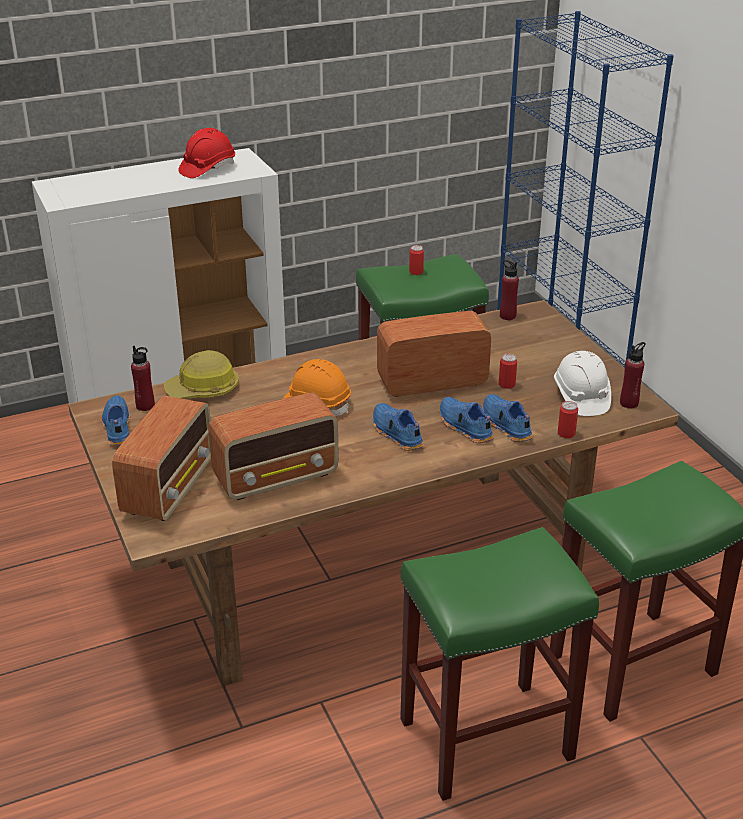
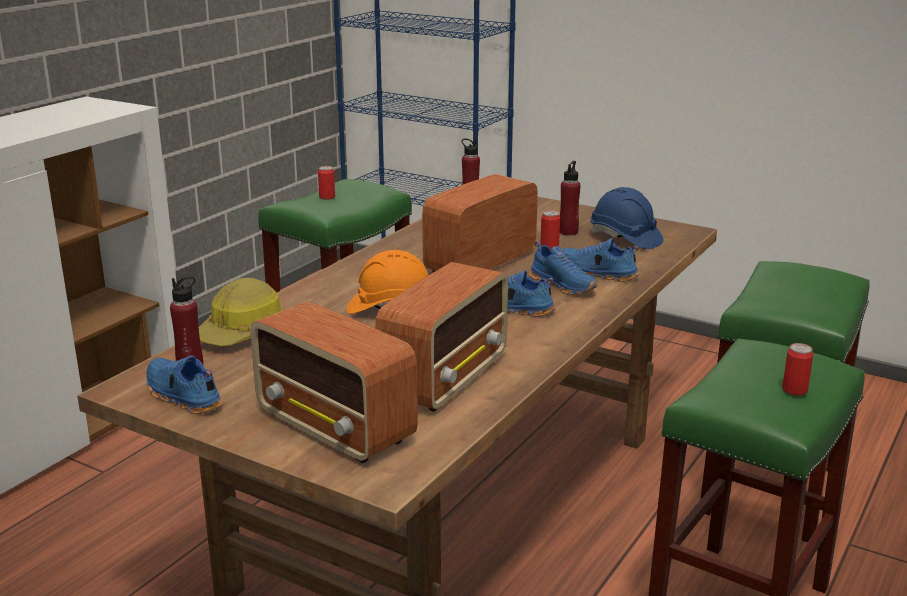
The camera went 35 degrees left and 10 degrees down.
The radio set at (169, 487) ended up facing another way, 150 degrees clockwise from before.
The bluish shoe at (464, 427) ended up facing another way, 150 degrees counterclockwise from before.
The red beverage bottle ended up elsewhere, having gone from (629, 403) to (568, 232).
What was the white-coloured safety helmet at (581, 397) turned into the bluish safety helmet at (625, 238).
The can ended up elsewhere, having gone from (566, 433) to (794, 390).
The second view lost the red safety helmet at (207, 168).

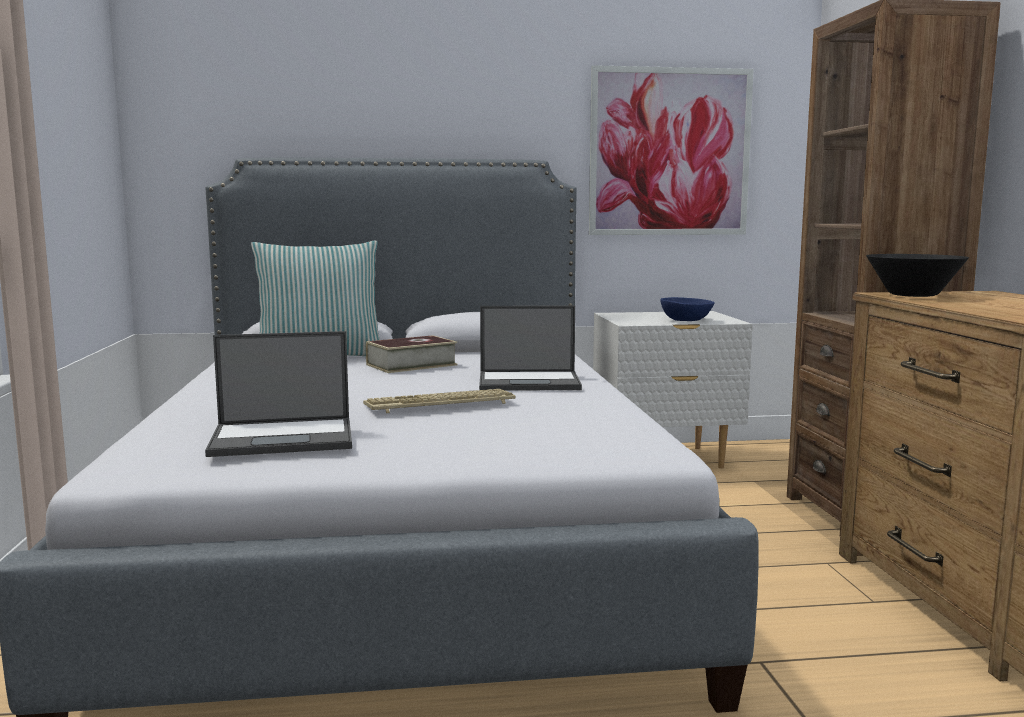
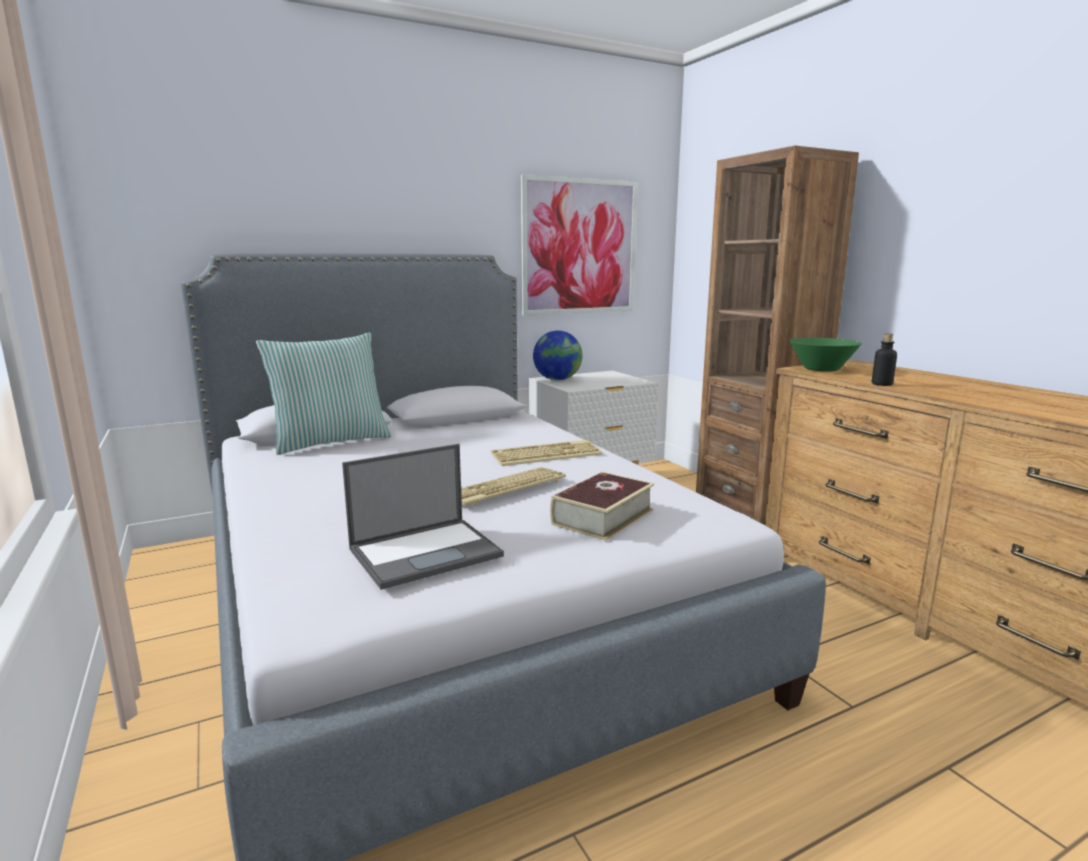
The camera went 20 degrees left and 5 degrees up.
Where the laptop stood at (530, 382), the computer keyboard came to stand at (546, 454).
The second view gained the globe at (557, 380).
The book ended up elsewhere, having gone from (411, 365) to (603, 517).
What was the blackish deep dish at (913, 295) turned into the green-coloured deep dish at (821, 369).
The second view gained the beverage bottle at (881, 384).
The second view lost the bluish deep dish at (686, 320).

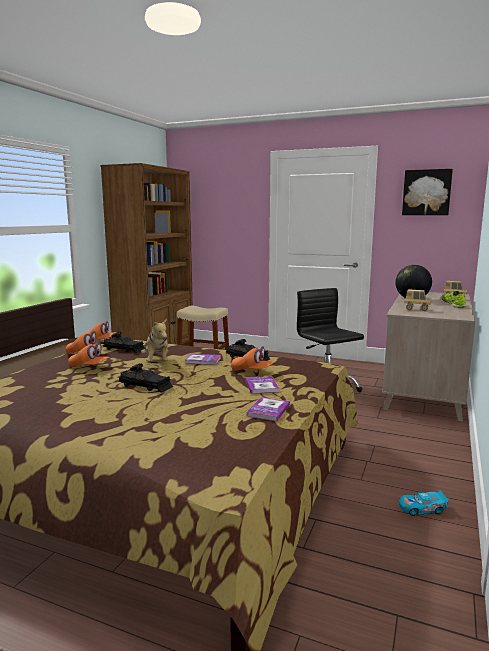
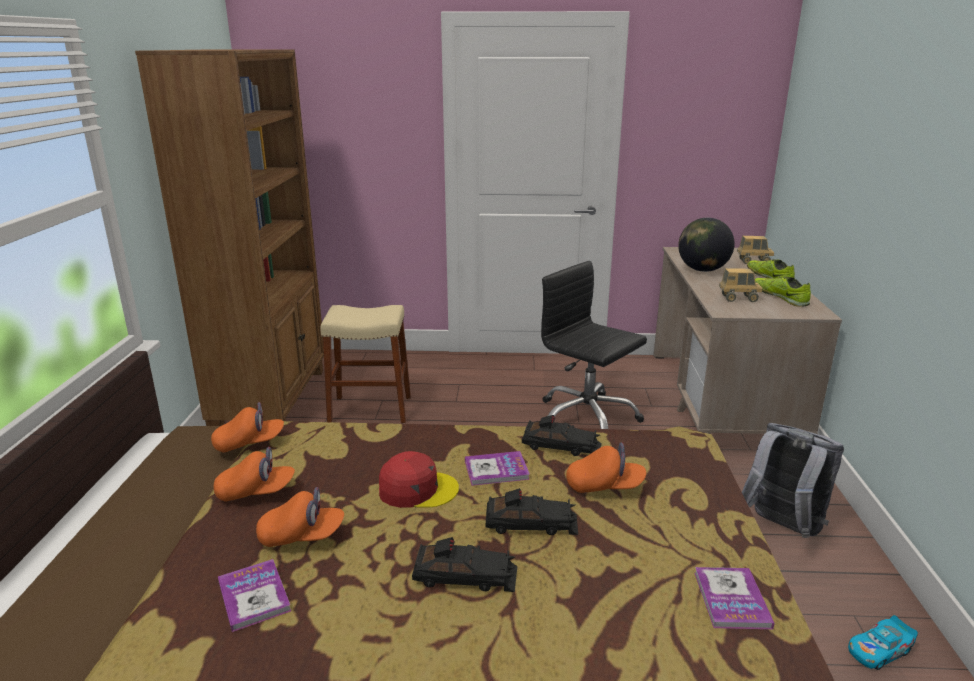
The camera went 20 degrees left and 10 degrees up.
The book ended up elsewhere, having gone from (261, 386) to (254, 596).
Where the cuddly toy stood at (157, 361), the red cap came to stand at (417, 489).
The blackish toy car ended up elsewhere, having gone from (124, 349) to (531, 524).
The second view gained the greyish knapsack at (781, 528).
The second view gained the shoe at (780, 297).
The second view lost the wall picture at (426, 192).

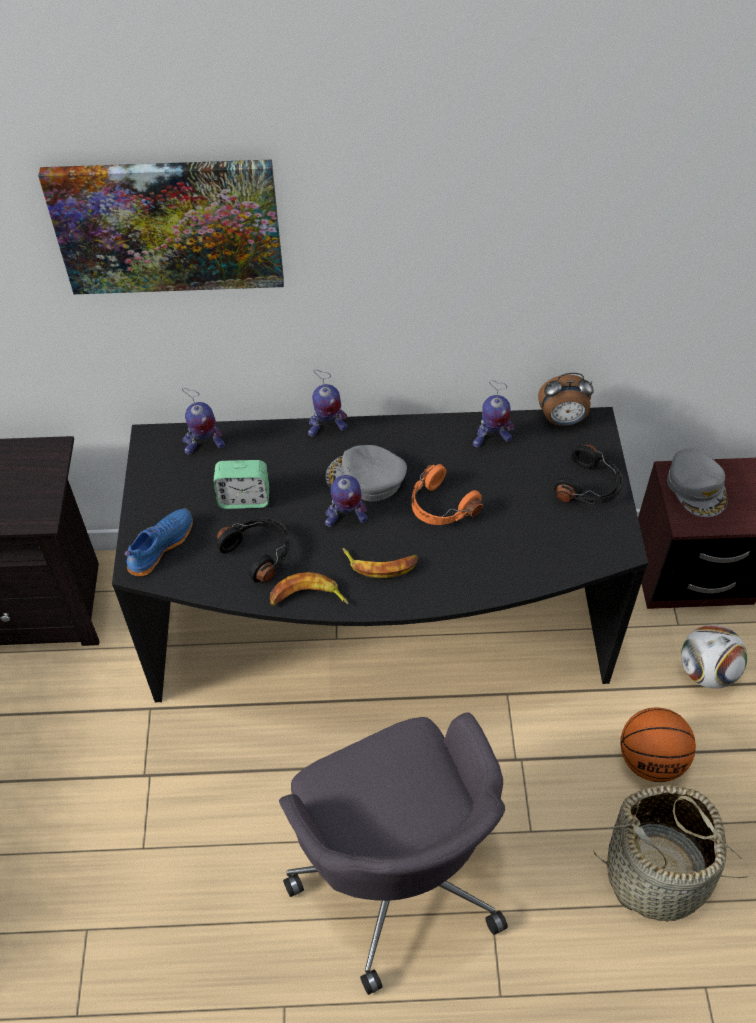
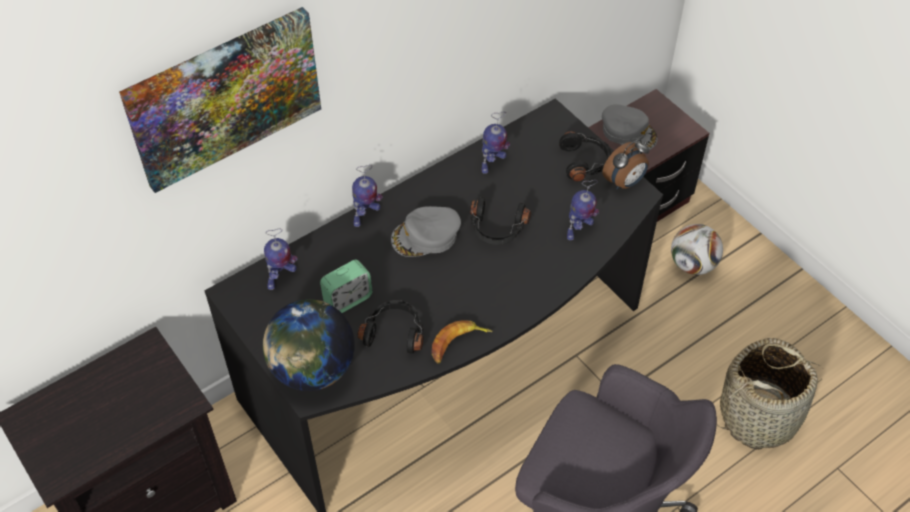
The camera went 35 degrees left and 0 degrees up.
Where the bluish shoe stood at (159, 546), the globe came to stand at (313, 369).
What was the orange headset at (440, 507) turned into the blackish headset at (497, 229).
The robot figure ended up elsewhere, having gone from (345, 519) to (578, 229).
The bedside clock ended up elsewhere, having gone from (562, 421) to (625, 182).
The second view lost the whole banana at (380, 564).
The second view lost the basketball at (650, 760).

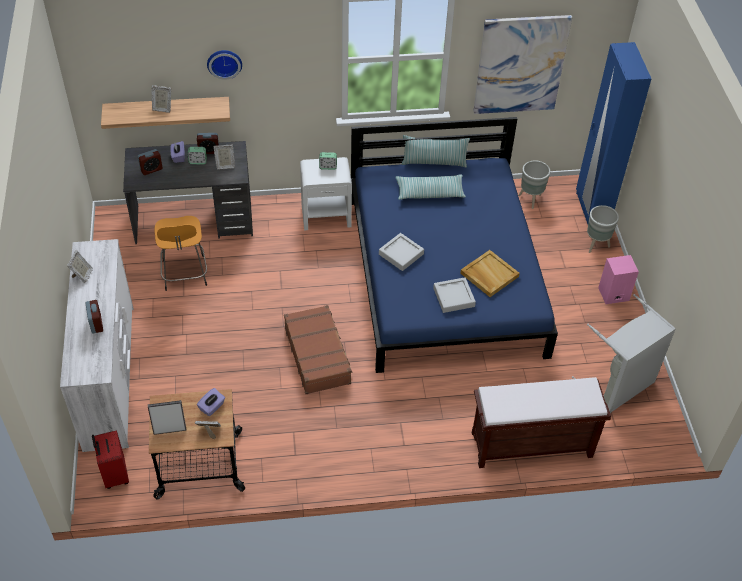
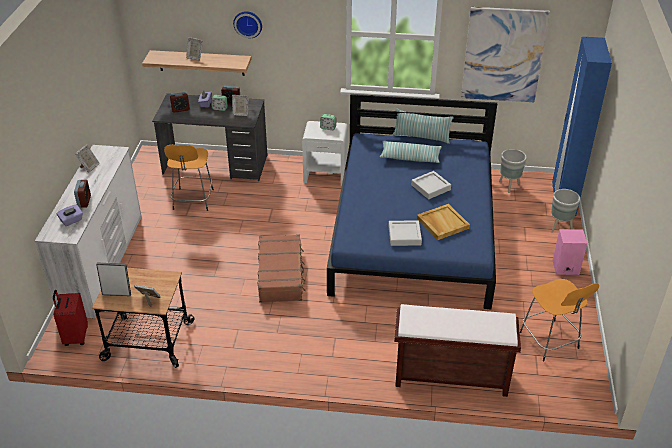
The camera went 15 degrees right and 10 degrees down.
The purple-coloured box of tissues ended up elsewhere, having gone from (212, 407) to (71, 221).
The greyish tray ended up elsewhere, having gone from (401, 254) to (430, 187).
Where the greyish hamper stood at (619, 386), the orange stool came to stand at (550, 342).

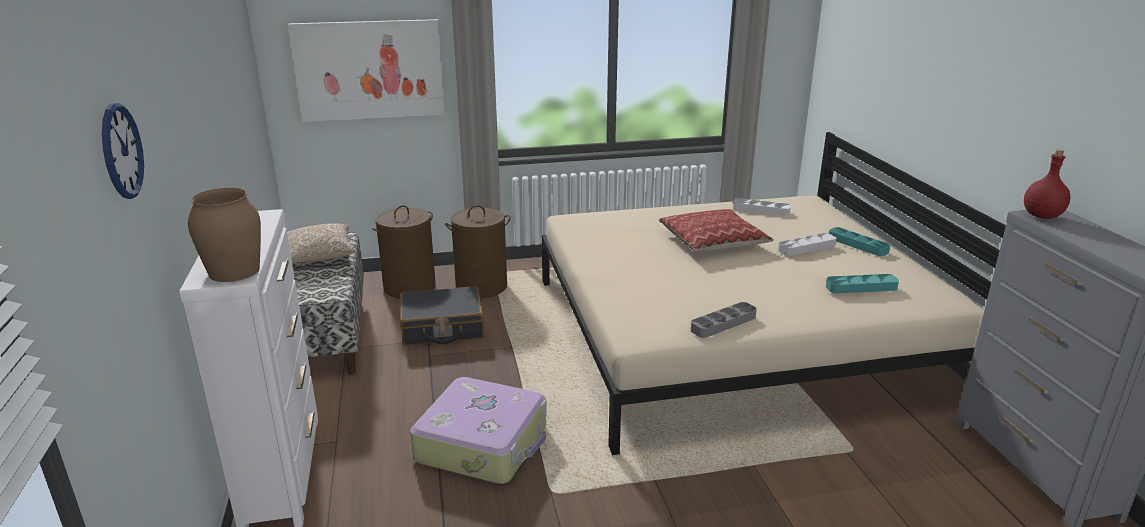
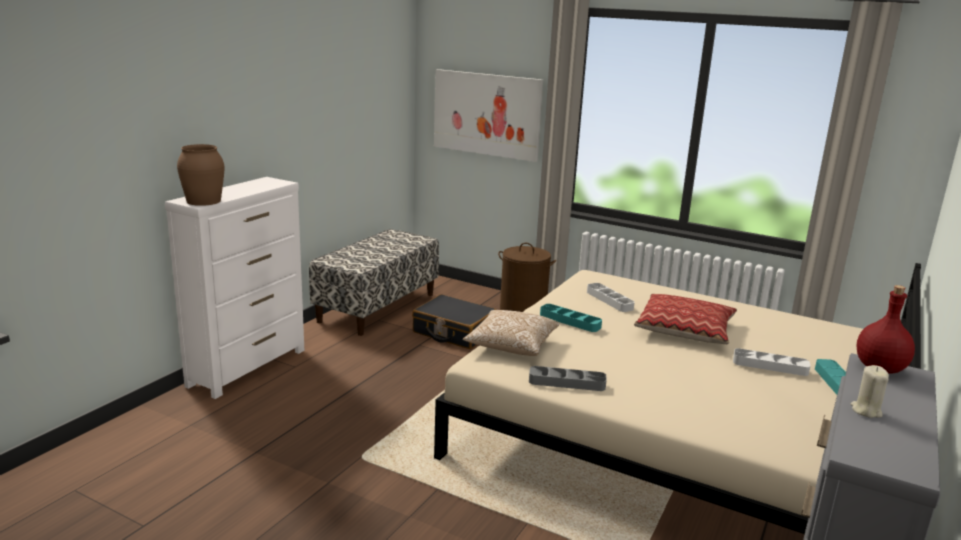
The camera went 40 degrees right and 5 degrees down.
The cushion ended up elsewhere, having gone from (318, 255) to (511, 345).
The blue-green tray ended up elsewhere, having gone from (861, 287) to (570, 321).
The greyish tray ended up elsewhere, having gone from (761, 210) to (609, 300).
The second view gained the beige wax candle at (866, 410).
The second view lost the clock on the wall at (121, 151).
The second view lost the brownish hamper at (410, 287).
The second view lost the travel case at (484, 443).

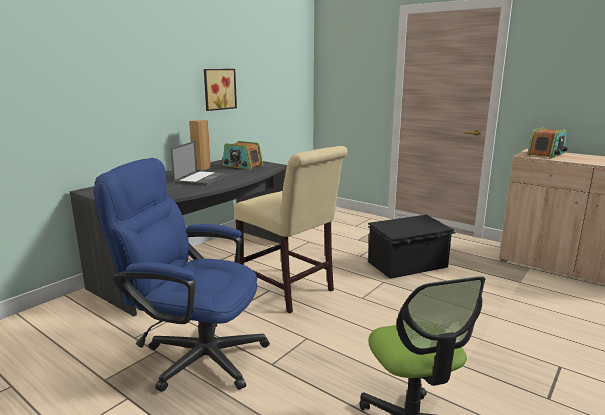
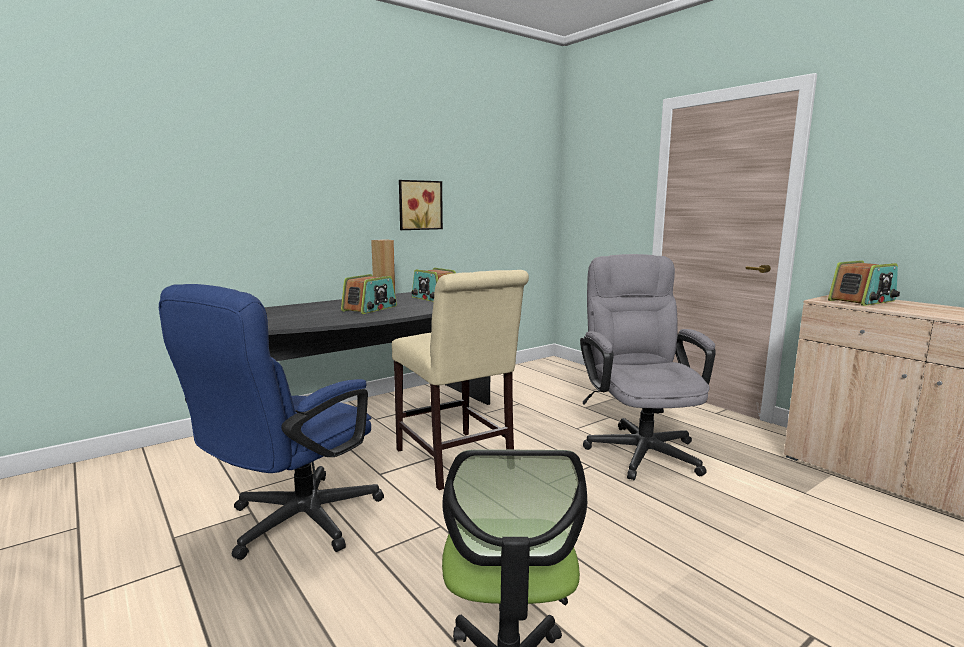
The camera went 15 degrees right and 5 degrees down.
The bluish computer chair at (195, 355) ended up facing another way, 90 degrees counterclockwise from before.
Where the laptop stood at (201, 178), the radio set came to stand at (370, 308).
Where the blackish storage bin stood at (408, 265), the greyish computer chair came to stand at (639, 447).

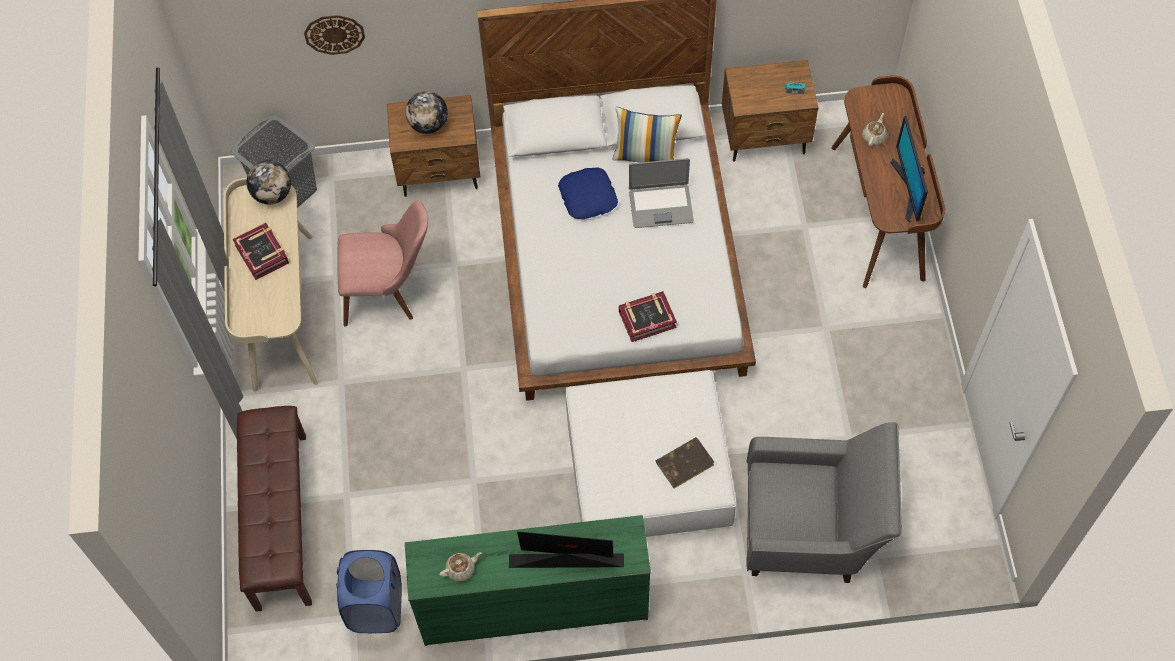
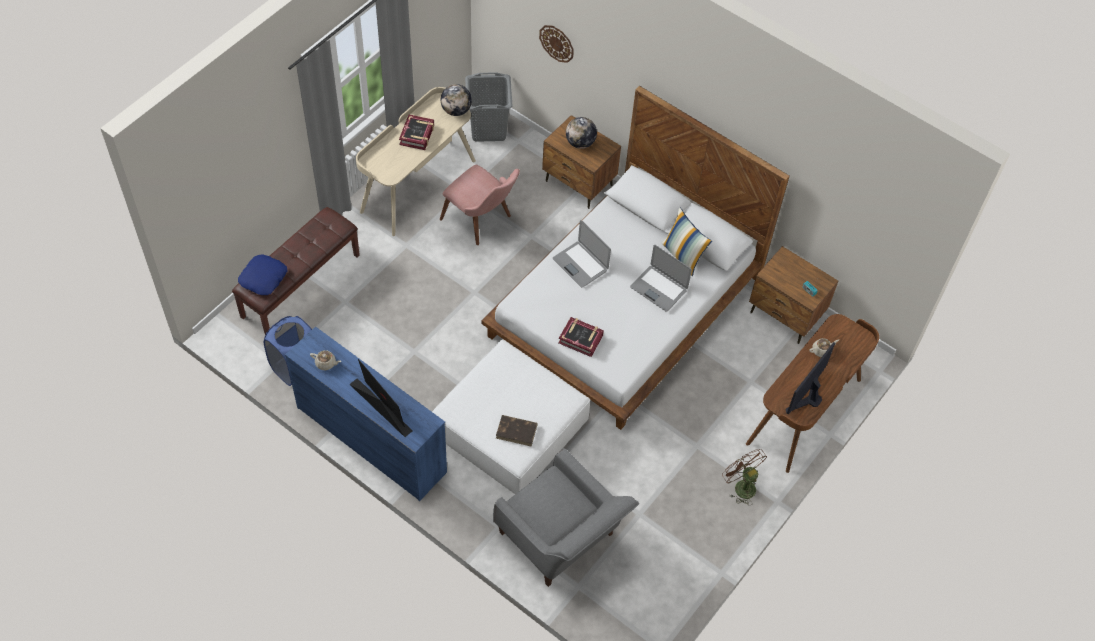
The camera went 40 degrees right and 5 degrees down.
The bluish cushion ended up elsewhere, having gone from (588, 197) to (263, 278).
What was the green-coloured chest of drawers at (533, 605) turned into the bluish chest of drawers at (371, 439).
The second view gained the laptop at (580, 264).
The second view gained the brownish cooling fan at (741, 486).

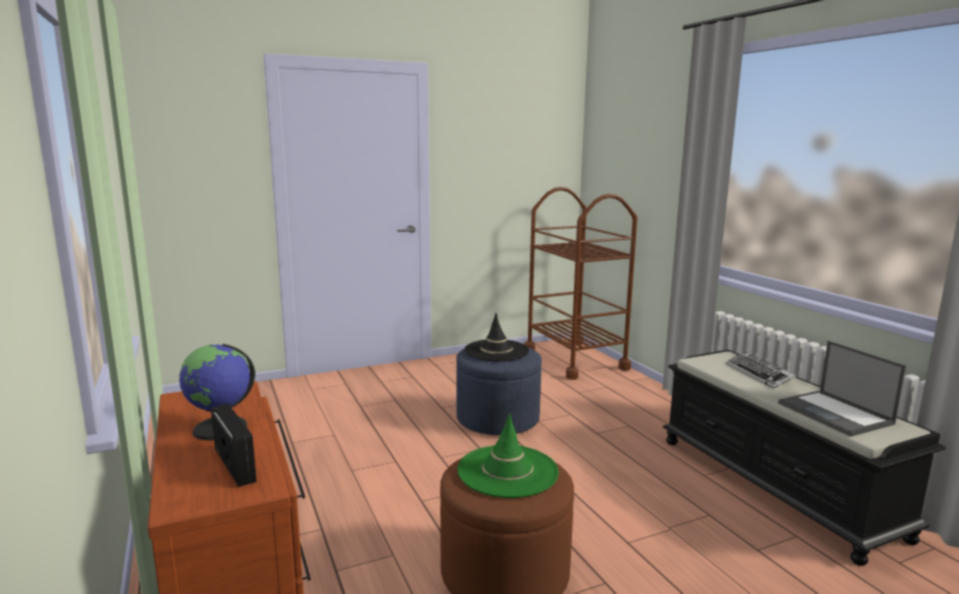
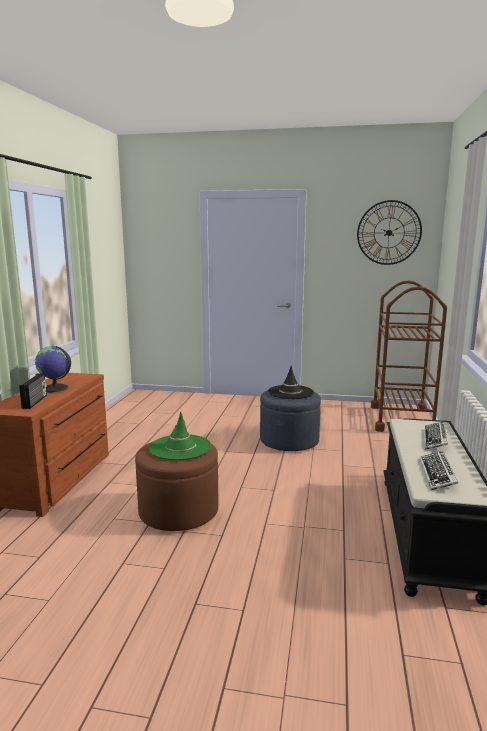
The camera went 35 degrees right and 0 degrees up.
The second view gained the clock on the wall at (389, 233).
Where the laptop stood at (836, 414), the computer keyboard came to stand at (437, 474).

